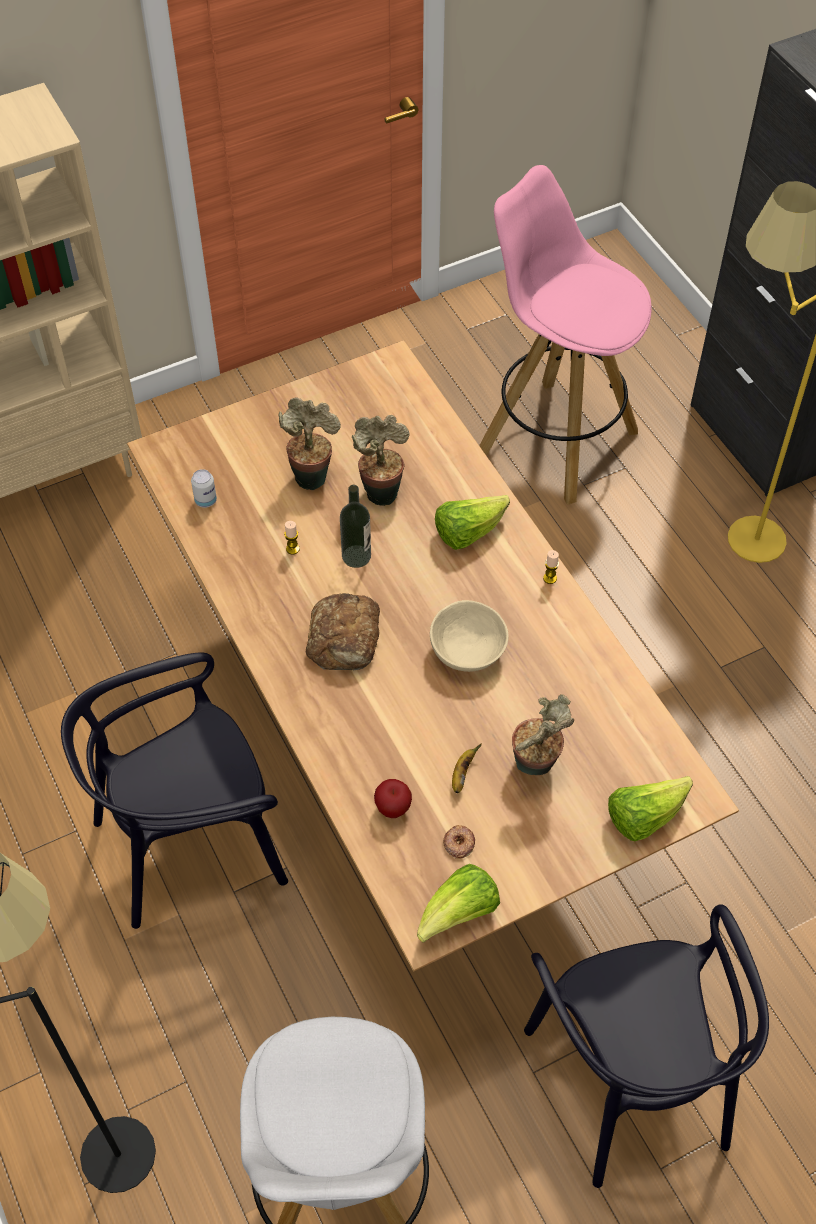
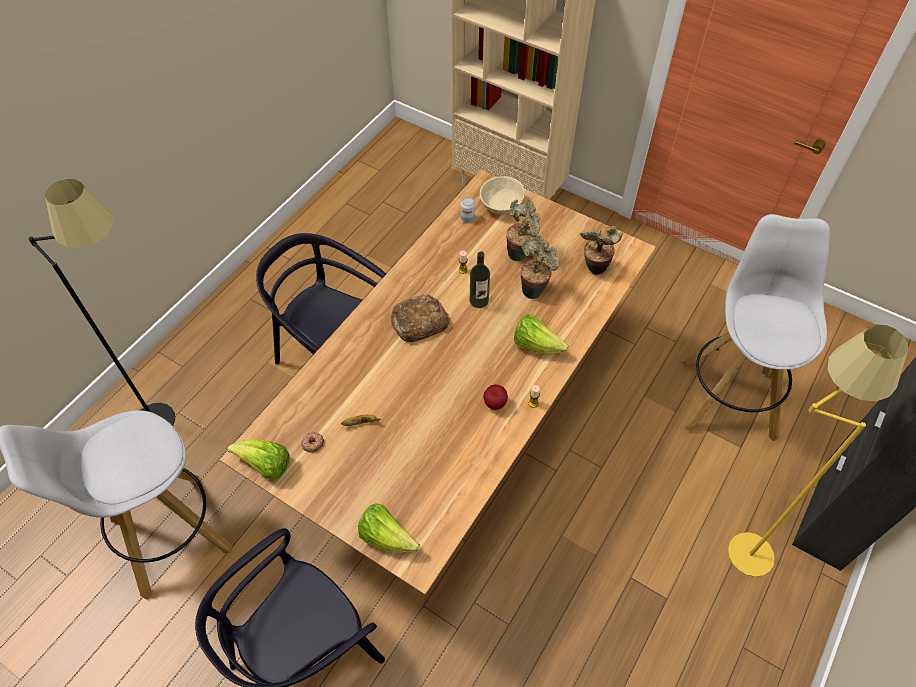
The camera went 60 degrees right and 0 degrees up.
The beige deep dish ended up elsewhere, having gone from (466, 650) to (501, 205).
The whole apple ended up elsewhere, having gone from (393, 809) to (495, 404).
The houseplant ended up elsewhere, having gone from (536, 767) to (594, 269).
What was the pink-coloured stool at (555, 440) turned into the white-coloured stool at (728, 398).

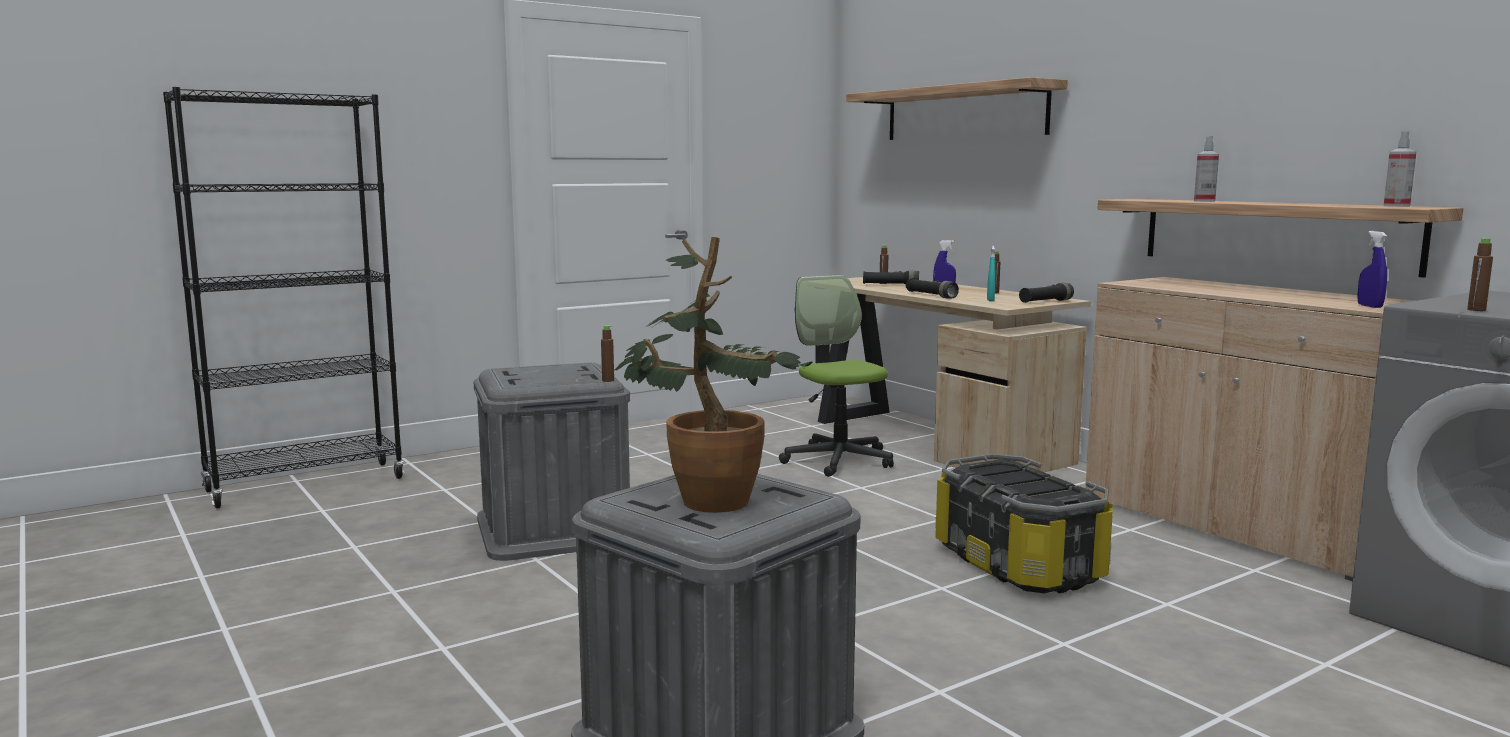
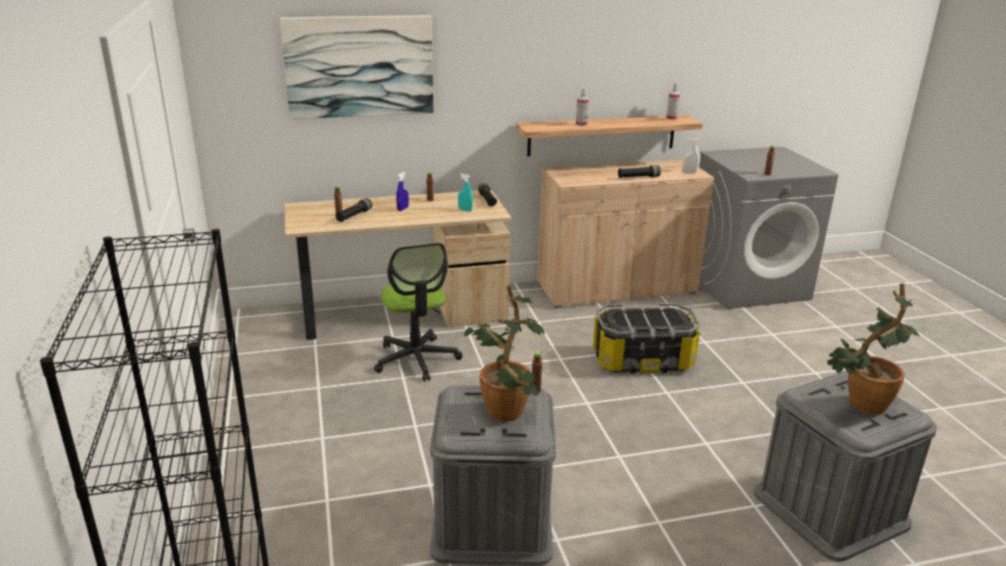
The camera went 70 degrees left and 15 degrees up.
Where the wall shelf hung at (964, 113), the wall picture came to hang at (359, 66).
The computer chair at (838, 460) ended up facing another way, 105 degrees counterclockwise from before.
The second view gained the houseplant at (505, 417).
The blackish flashlight ended up elsewhere, having gone from (931, 296) to (638, 177).
What was the bluish sprayer at (1369, 306) turned into the white-coloured sprayer at (689, 172).

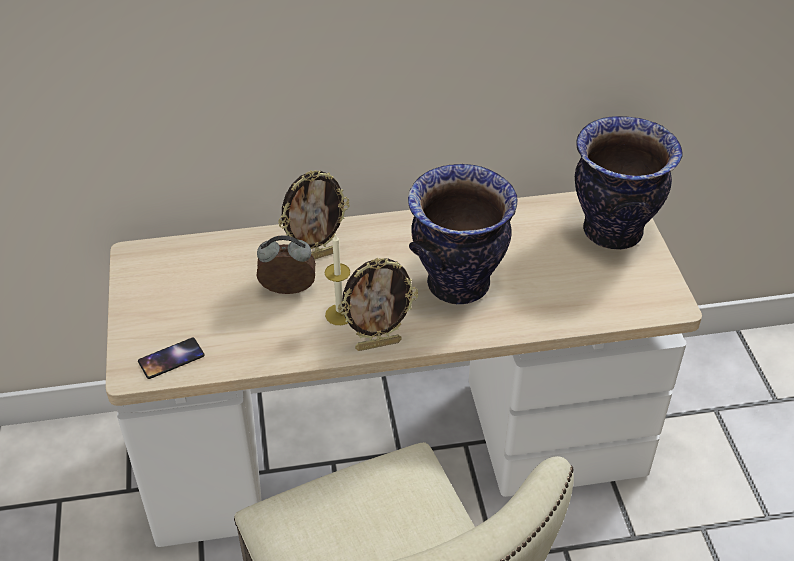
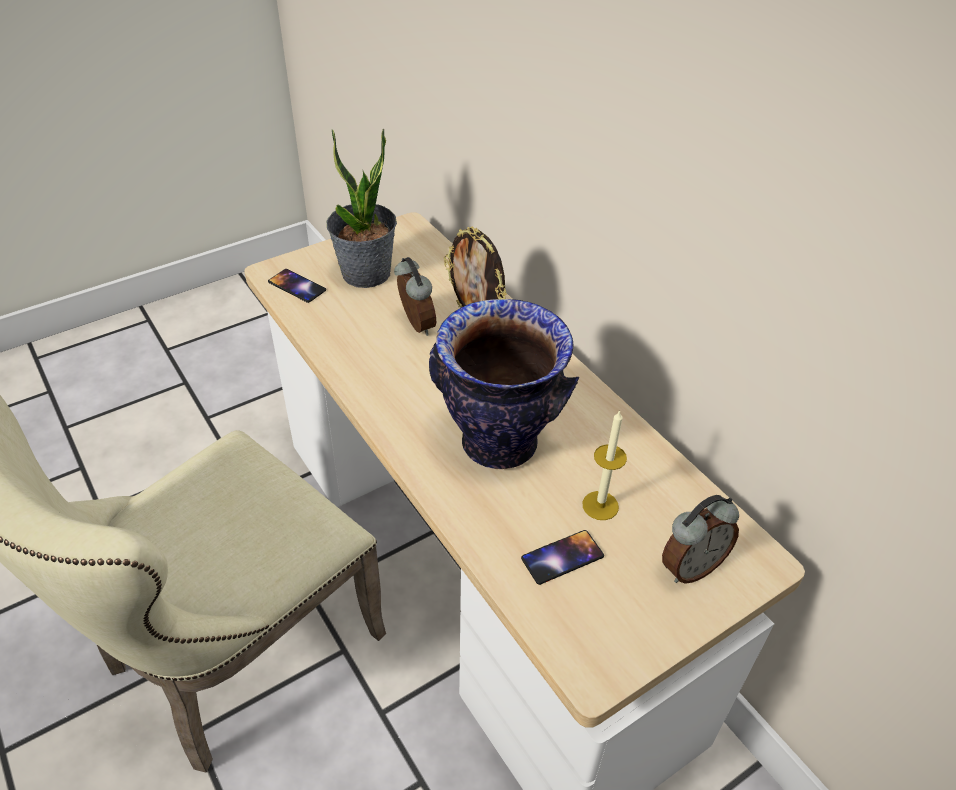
The camera went 65 degrees right and 0 degrees up.
The second view gained the houseplant at (366, 274).
The second view gained the telephone at (562, 557).
The wax candle ended up elsewhere, having gone from (339, 314) to (600, 505).
Where the flower vase stood at (611, 232), the bedside clock came to stand at (690, 566).
The second view lost the picture frame at (378, 344).

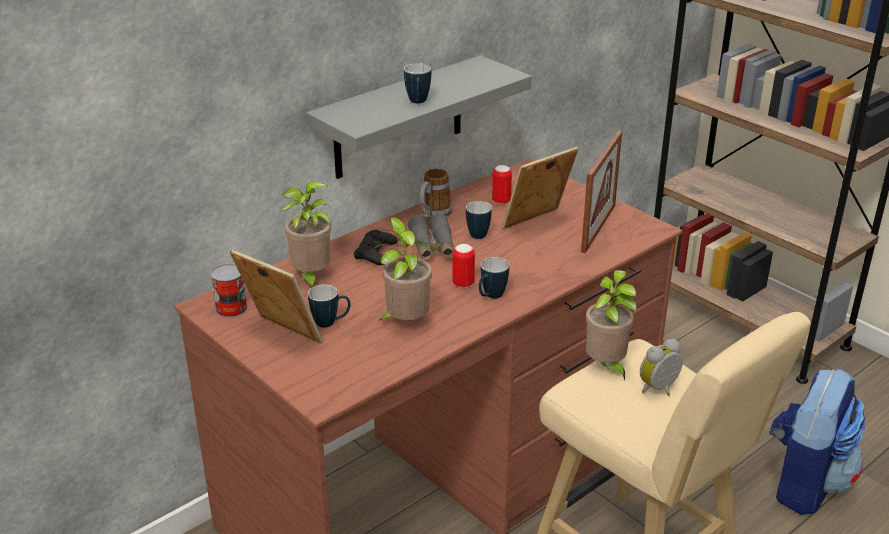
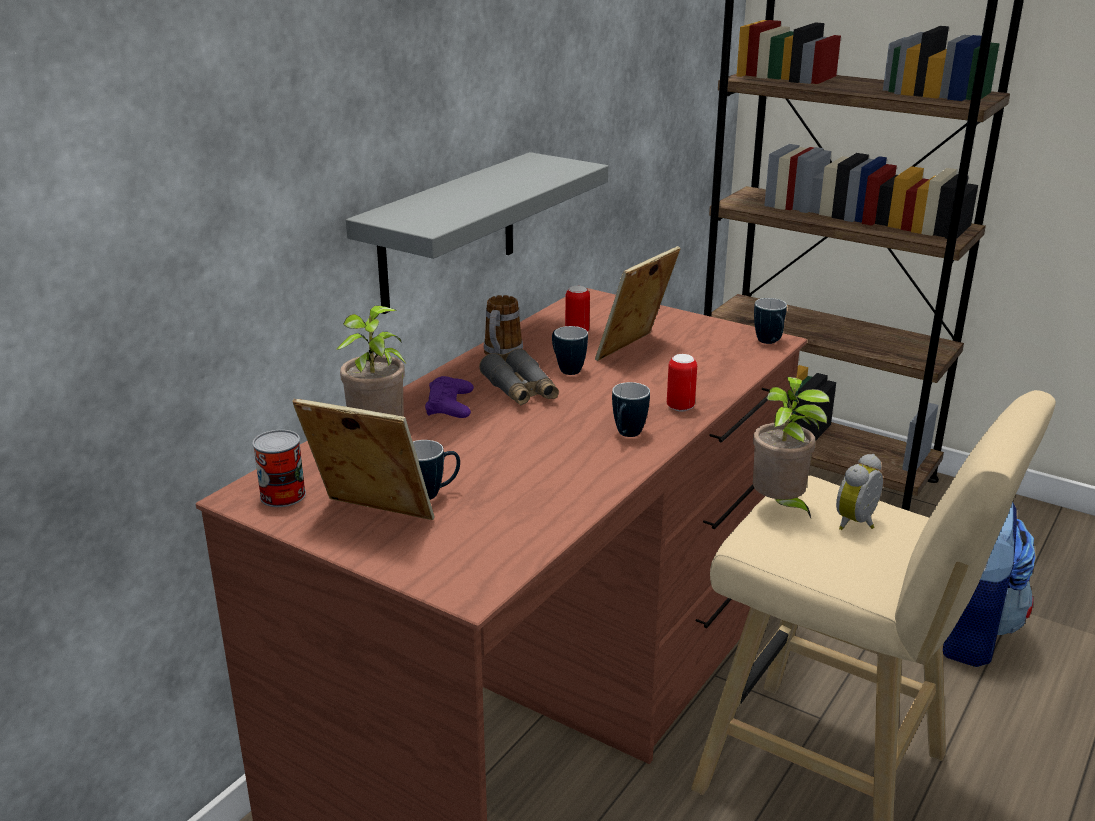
The camera went 15 degrees left and 5 degrees down.
What was the blackish gamepad at (375, 252) turned into the purple-coloured gamepad at (450, 405).
The can ended up elsewhere, having gone from (463, 284) to (680, 407).
The tea mug ended up elsewhere, having gone from (418, 103) to (770, 343).
The second view lost the houseplant at (405, 323).
The second view lost the picture frame at (598, 228).

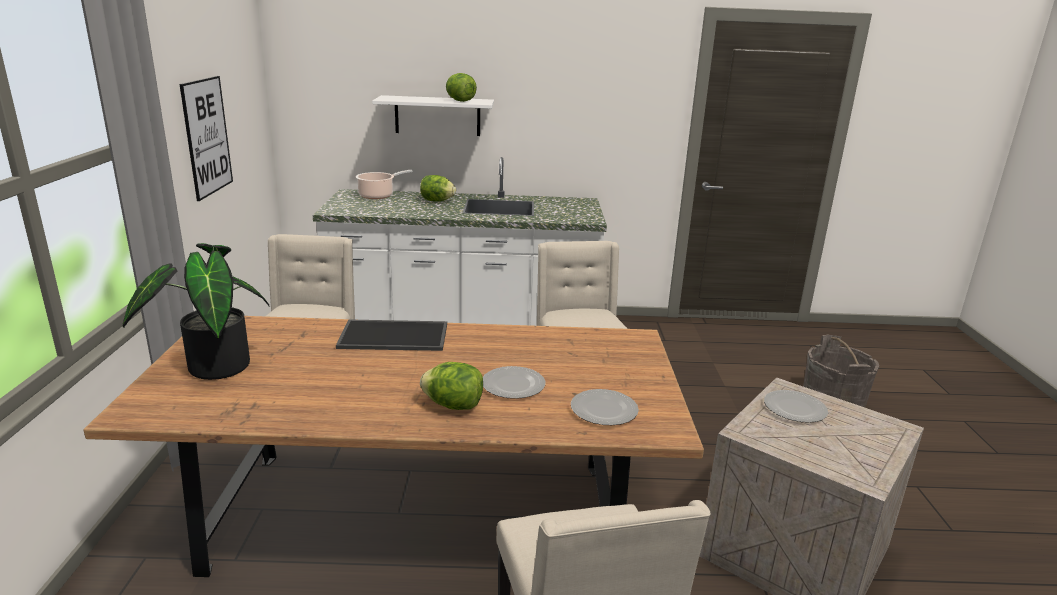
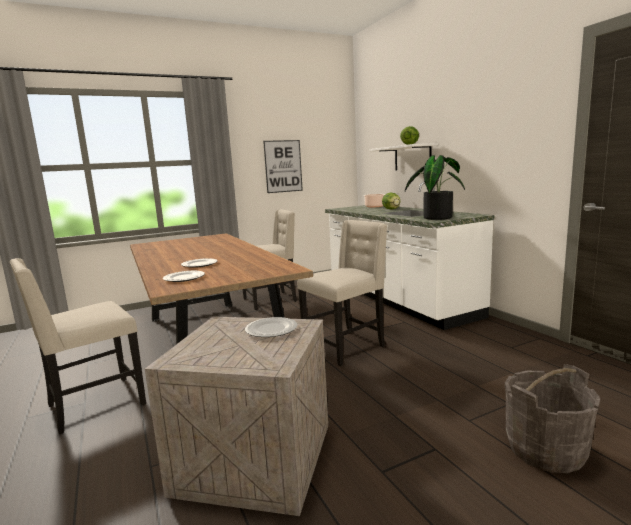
The camera went 65 degrees right and 10 degrees down.
The houseplant ended up elsewhere, having gone from (212, 366) to (435, 217).
The second view lost the tray at (395, 335).
The second view lost the lettuce head at (453, 405).

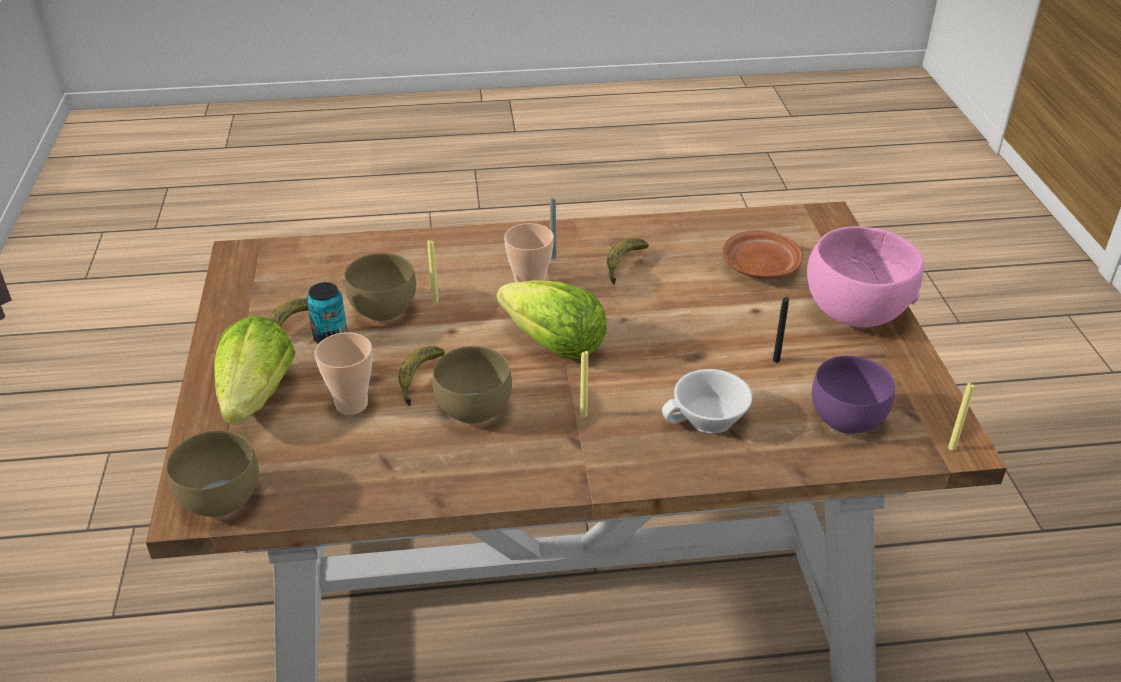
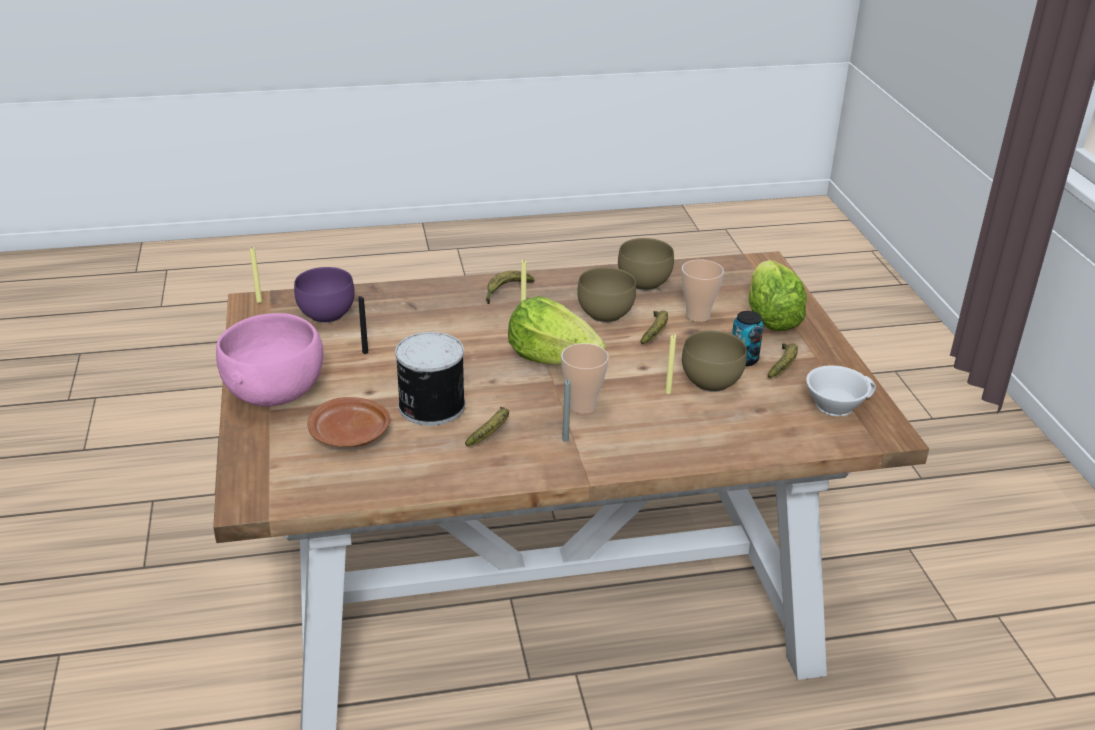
The camera went 175 degrees right and 5 degrees down.
The second view gained the can at (429, 406).
The second view gained the whole banana at (506, 292).
The brownish deep dish ended up elsewhere, having gone from (222, 502) to (642, 282).
The white-coloured small cup ended up elsewhere, having gone from (708, 421) to (835, 403).

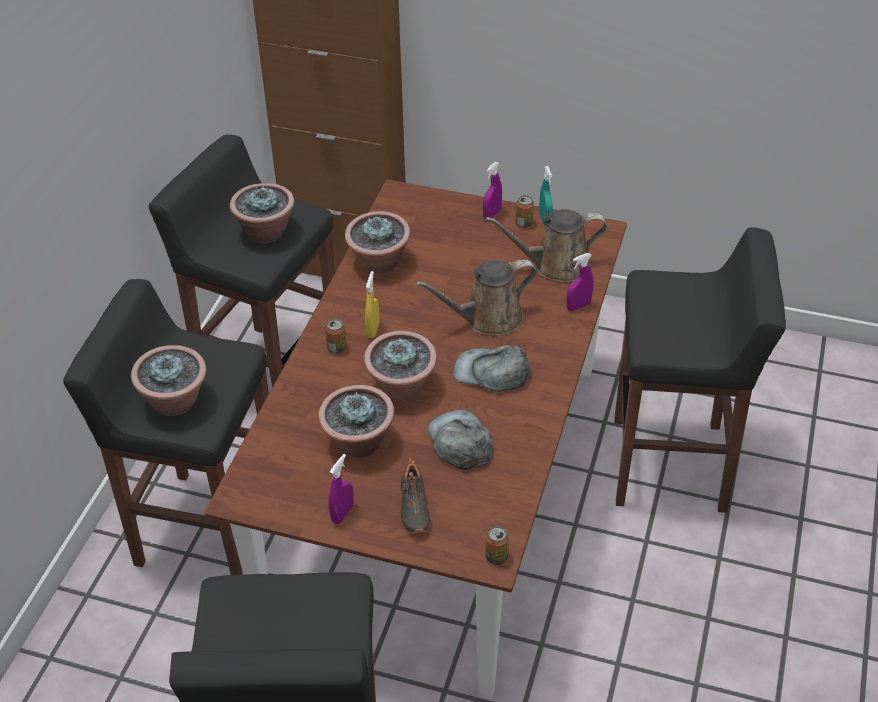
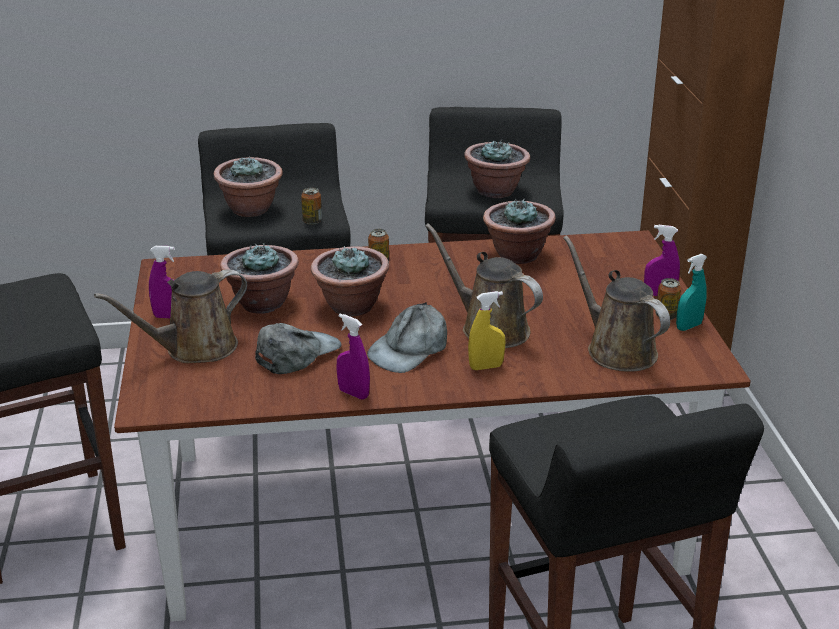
The camera went 65 degrees right and 15 degrees down.
Where the blackish shoe stood at (413, 507), the brownish sprinkling can came to stand at (194, 349).
The can ended up elsewhere, having gone from (496, 557) to (312, 221).
The purple-coloured sprayer ended up elsewhere, having gone from (578, 306) to (353, 393).
The greyish cap at (492, 372) ended up facing another way, 135 degrees counterclockwise from before.
The yellow sprayer ended up elsewhere, having gone from (373, 330) to (486, 367).

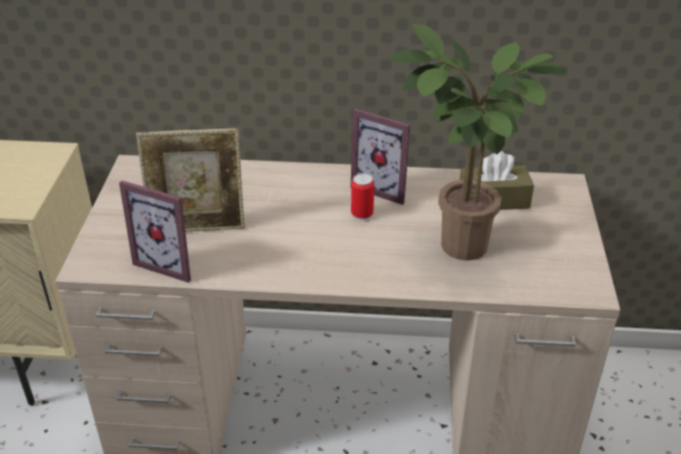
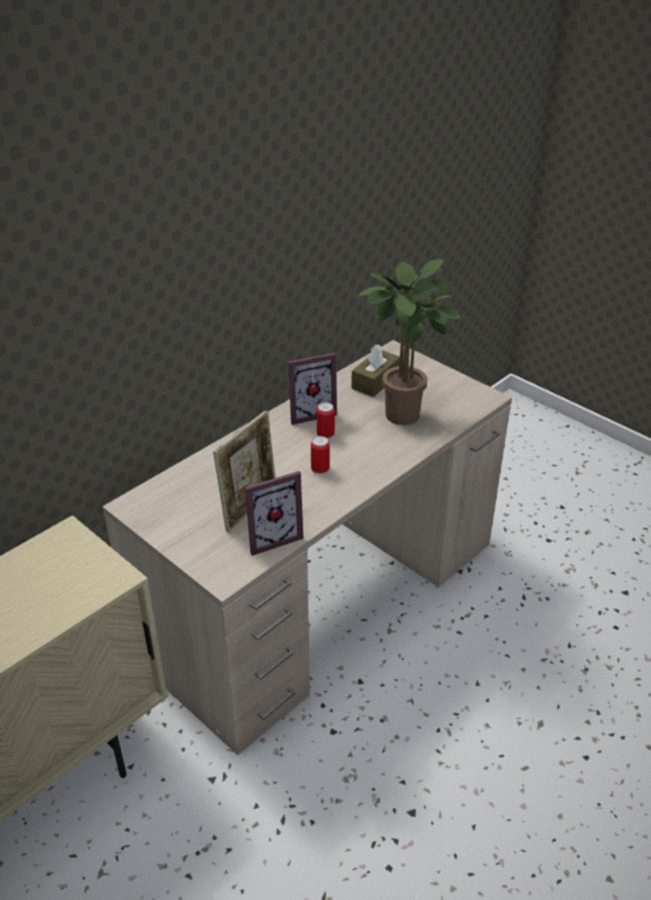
The camera went 50 degrees left and 0 degrees up.
The second view gained the can at (320, 469).

